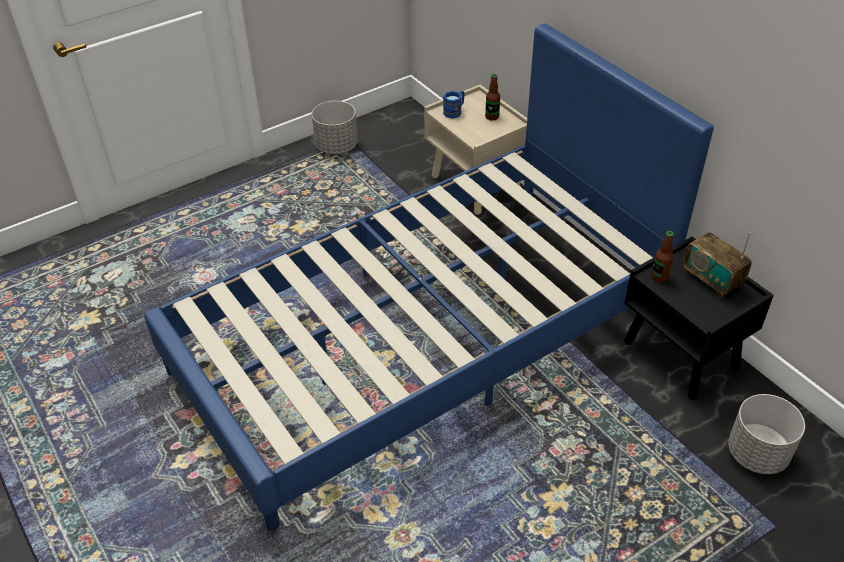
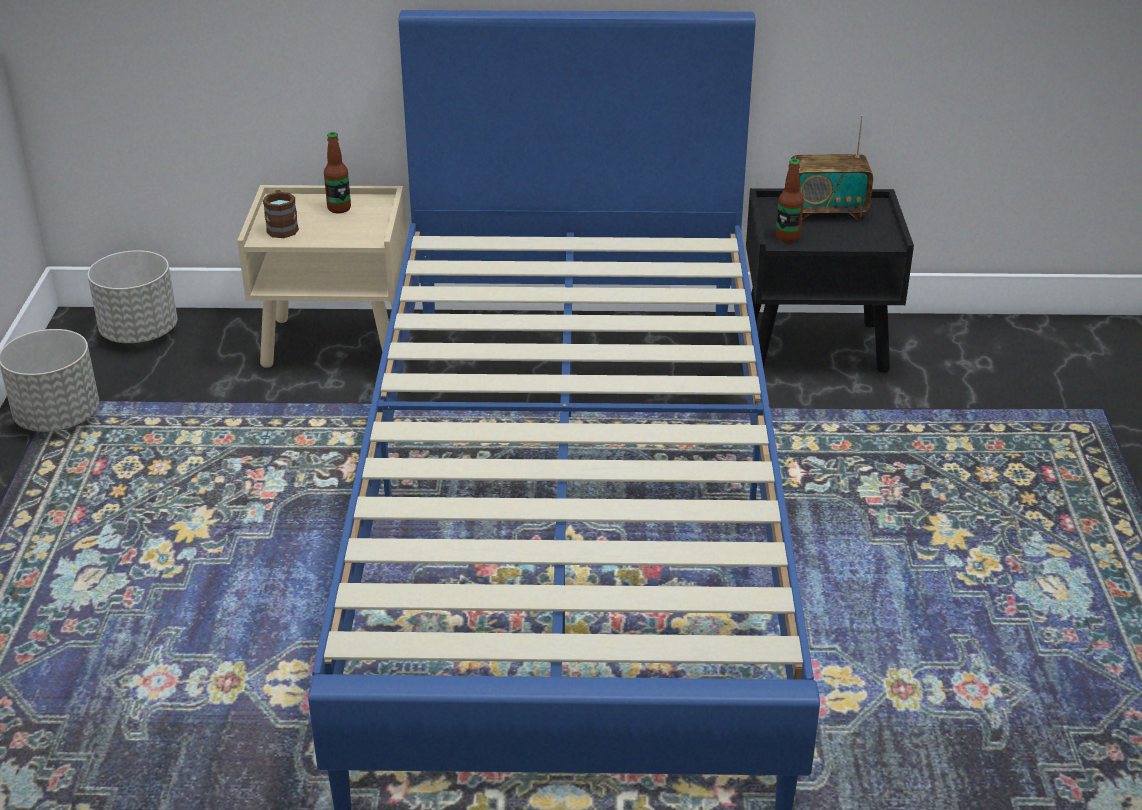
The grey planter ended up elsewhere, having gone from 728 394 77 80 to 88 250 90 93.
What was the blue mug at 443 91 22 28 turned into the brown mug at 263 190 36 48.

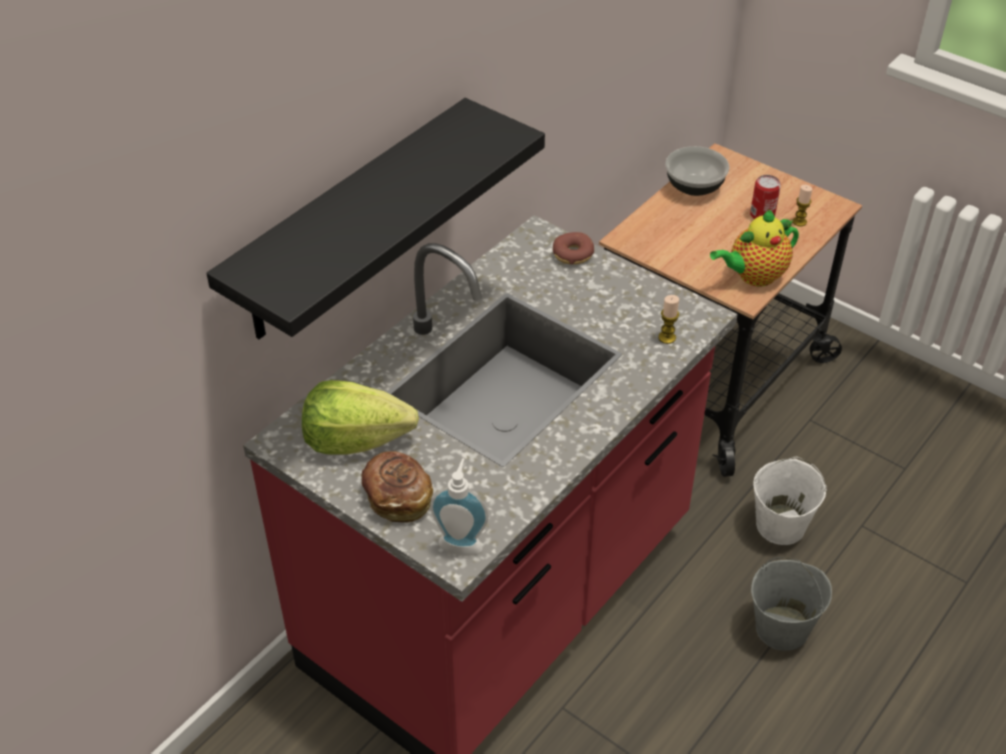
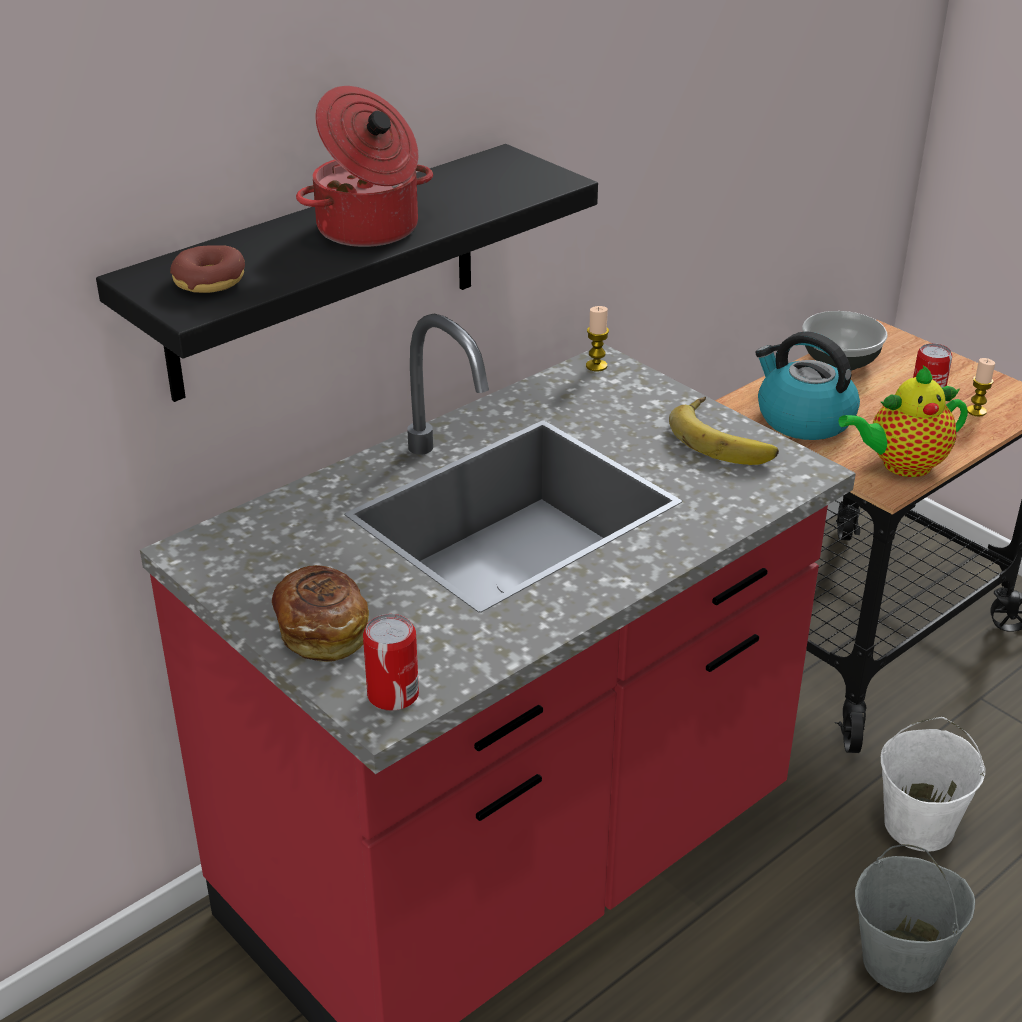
The donut ended up elsewhere, having gone from 553 232 41 33 to 170 245 75 48.
The second view gained the cooking pot at 296 86 137 161.
Where the soap dispenser stood at 430 458 58 98, the can came to stand at 363 614 56 97.
The candle ended up elsewhere, having gone from 658 295 21 49 to 586 306 23 65.
The second view gained the banana at 669 397 110 68.
The second view gained the kettle at 755 331 105 109.
The second view lost the lettuce at 302 380 117 75.

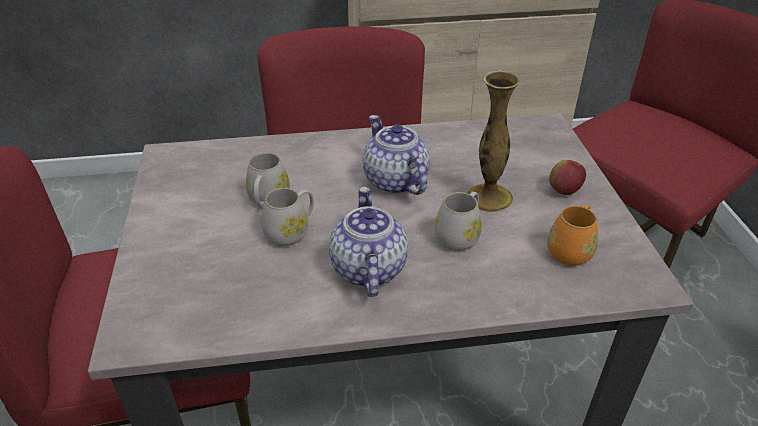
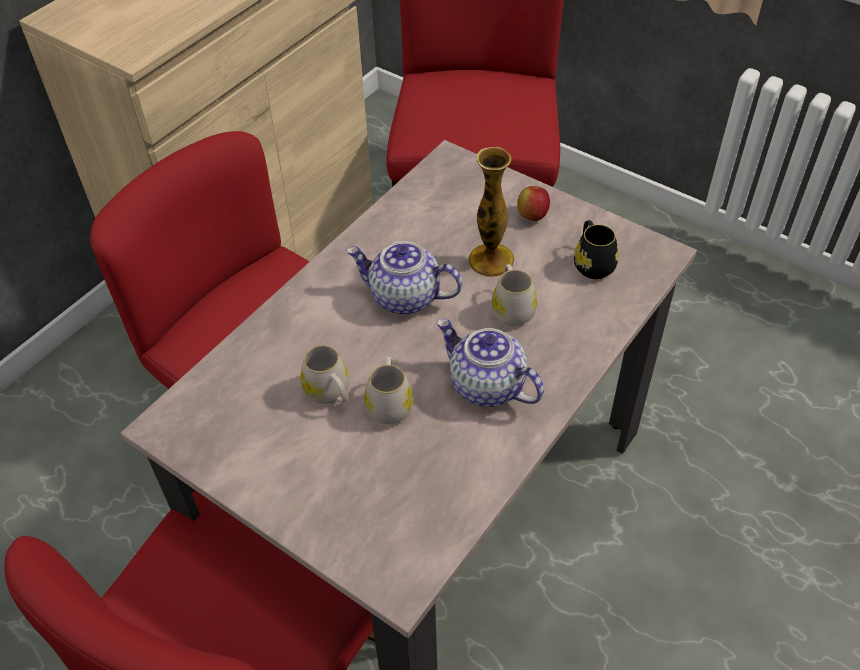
What was the orange mug at 547 204 51 62 turned into the black mug at 574 220 45 59.

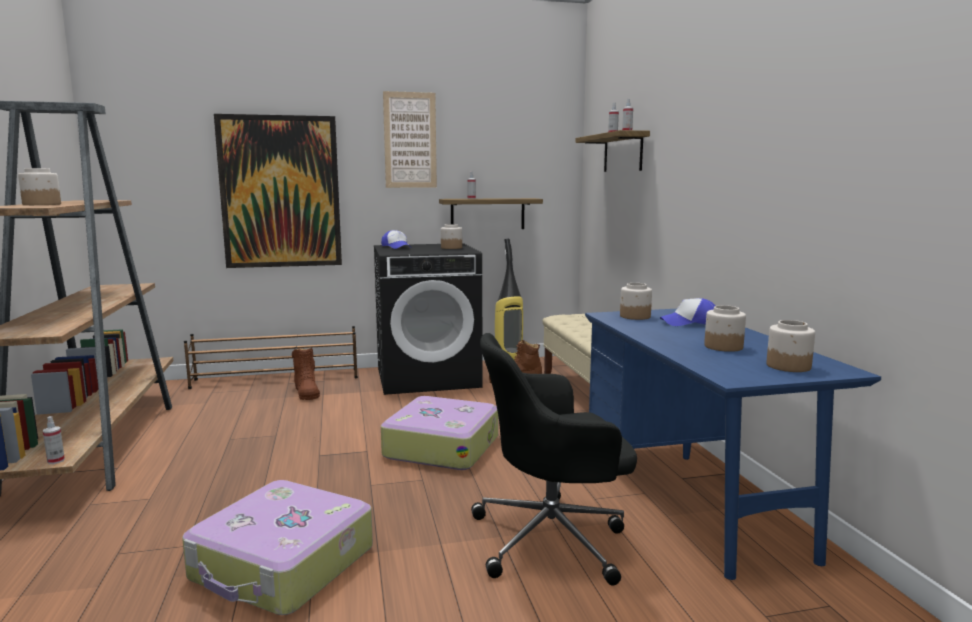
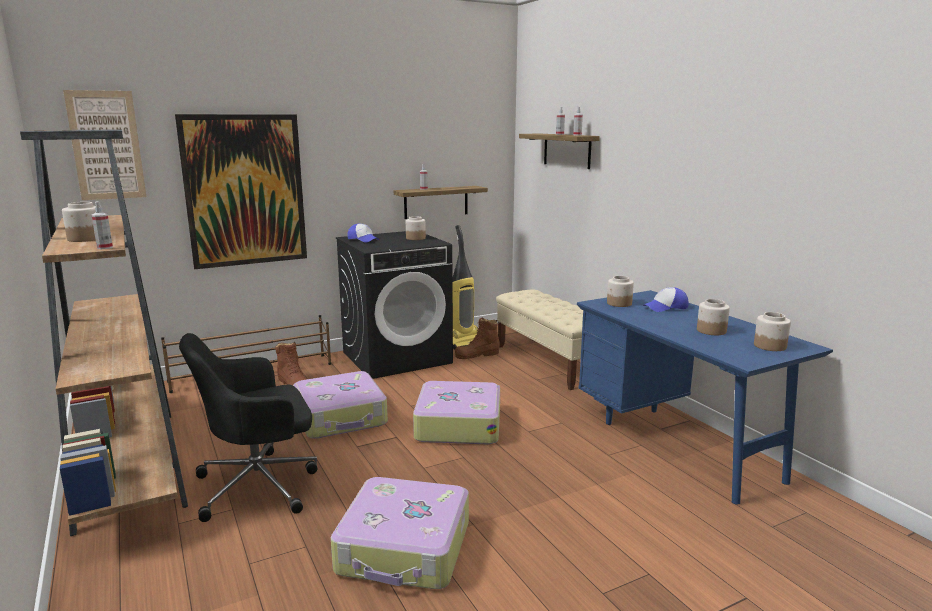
The picture ended up elsewhere, having gone from 383 91 54 97 to 63 90 83 110.
The spray bottle ended up elsewhere, having gone from 43 416 22 48 to 92 202 21 47.
The black office chair ended up elsewhere, having gone from 471 333 166 252 to 179 333 138 189.
The second view gained the suitcase at 293 371 95 68.

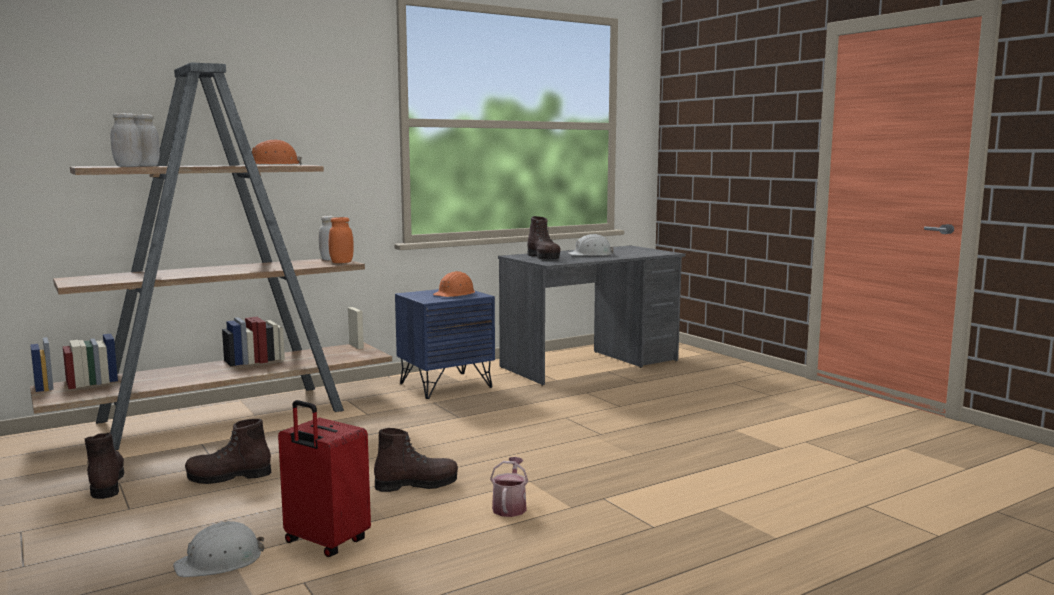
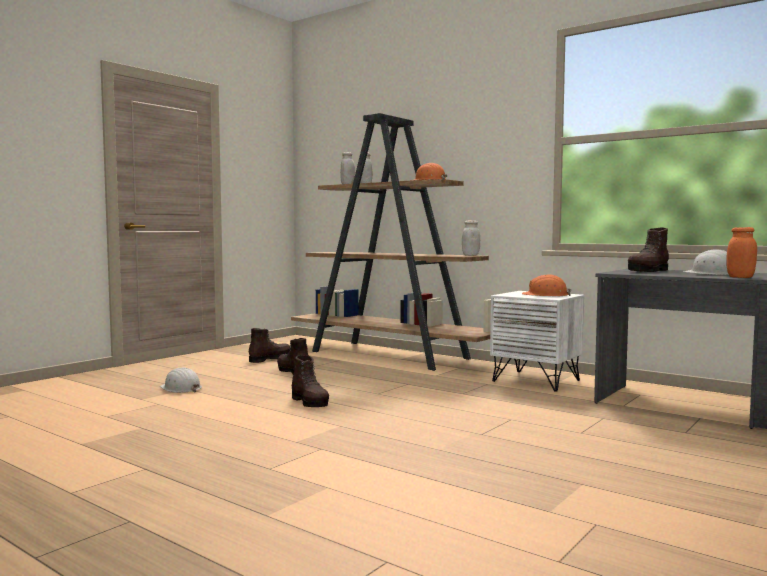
What was the blue nightstand at 395 289 100 110 turned into the white nightstand at 490 291 94 100.
The orange jar ended up elsewhere, having gone from 328 217 26 46 to 726 227 31 51.
The second view lost the red suitcase at 278 400 93 157.
The second view lost the watering can at 490 457 38 60.

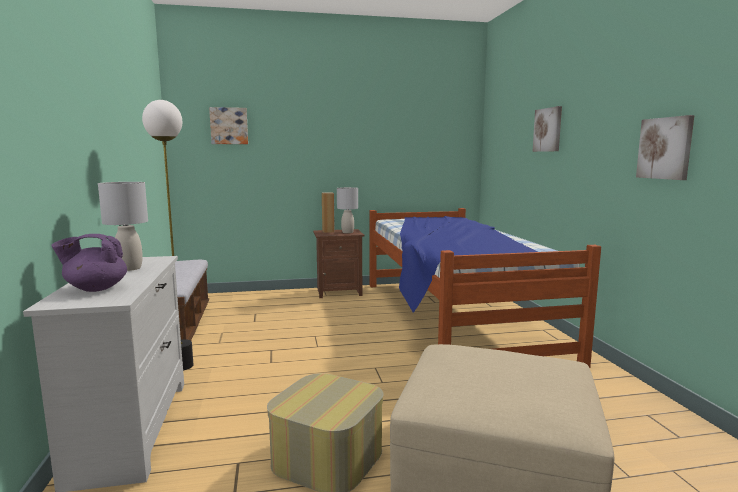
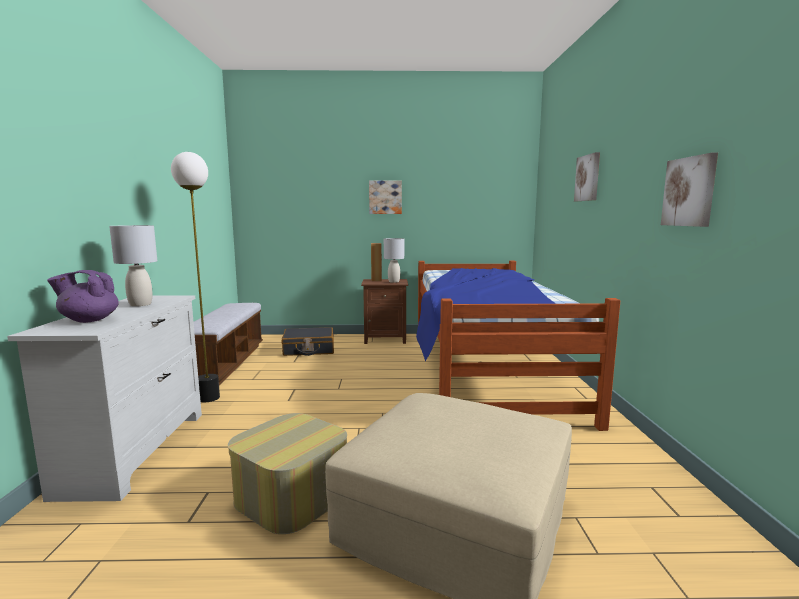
The second view gained the black suitcase at 282 327 52 29.
The picture ended up elsewhere, having gone from 209 107 39 37 to 369 181 33 33.

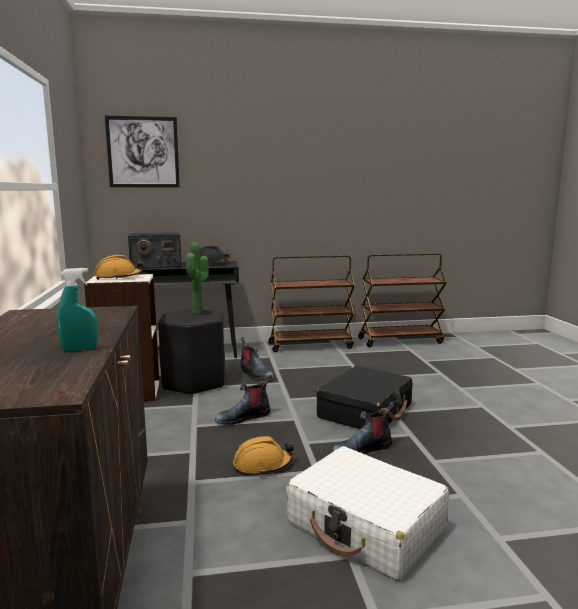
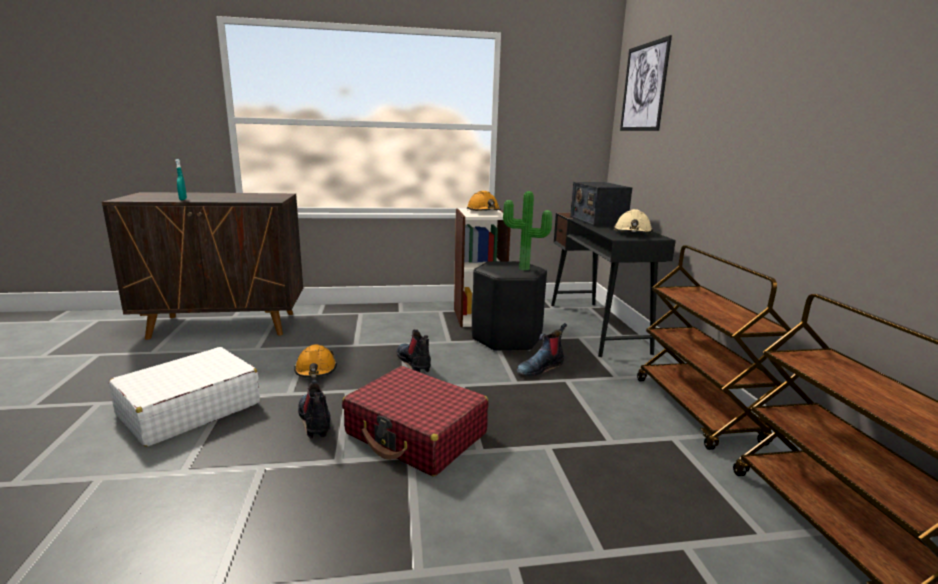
What was the black suitcase at 316 366 96 63 turned into the red suitcase at 342 366 147 110.
What was the black hard hat at 200 246 30 18 turned into the beige hard hat at 614 209 39 24.

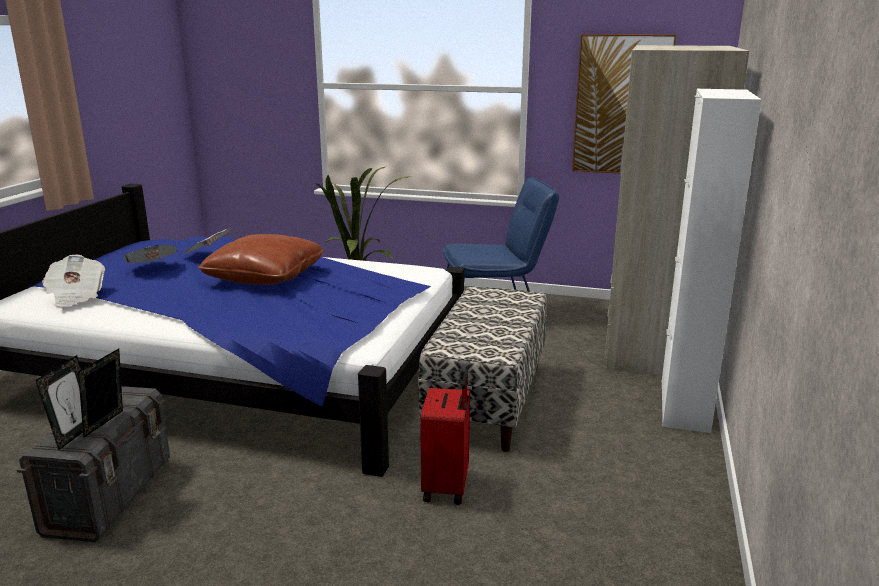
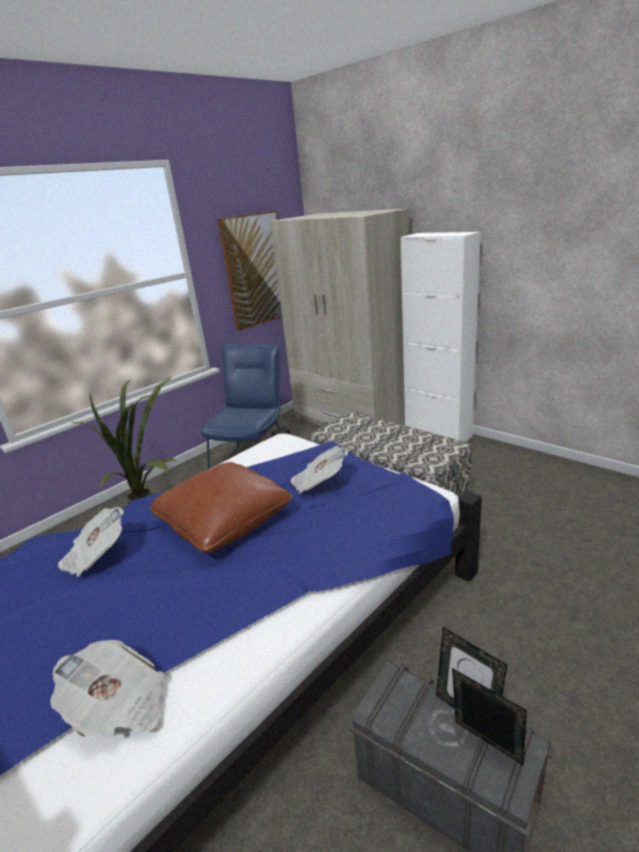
The newspaper ended up elsewhere, having gone from 123 245 55 18 to 291 446 57 48.
The second view lost the red suitcase at 420 373 50 132.

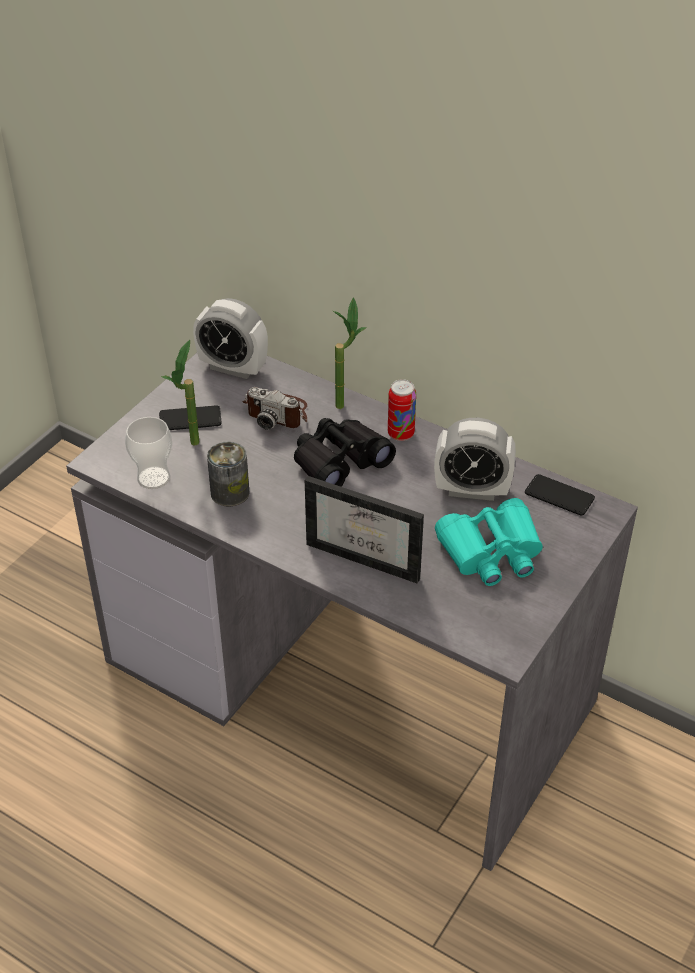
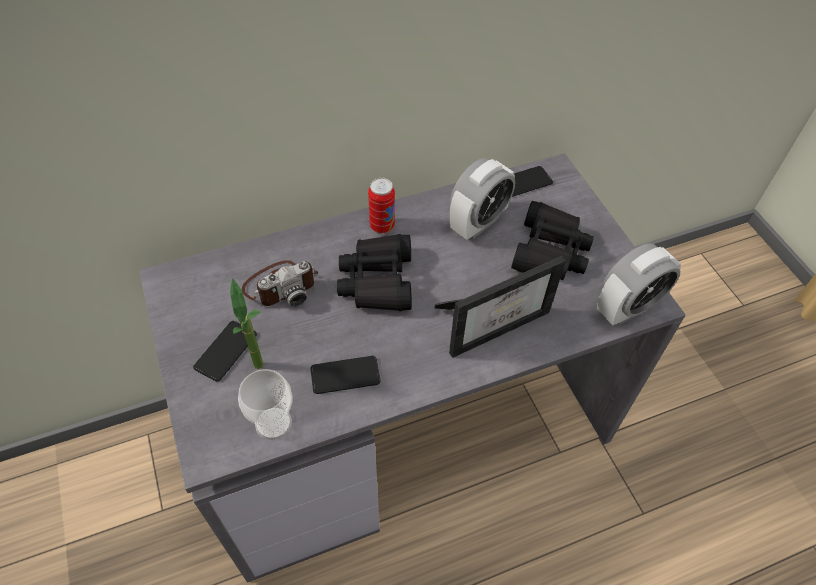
Where the can stood at 207 441 43 66, the phone came to stand at 311 356 69 38.
What was the turquoise binoculars at 435 498 108 88 turned into the black binoculars at 511 201 83 79.
The alarm clock ended up elsewhere, having gone from 193 298 75 81 to 597 243 84 83.
The second view lost the potted plant at 333 297 34 112.

